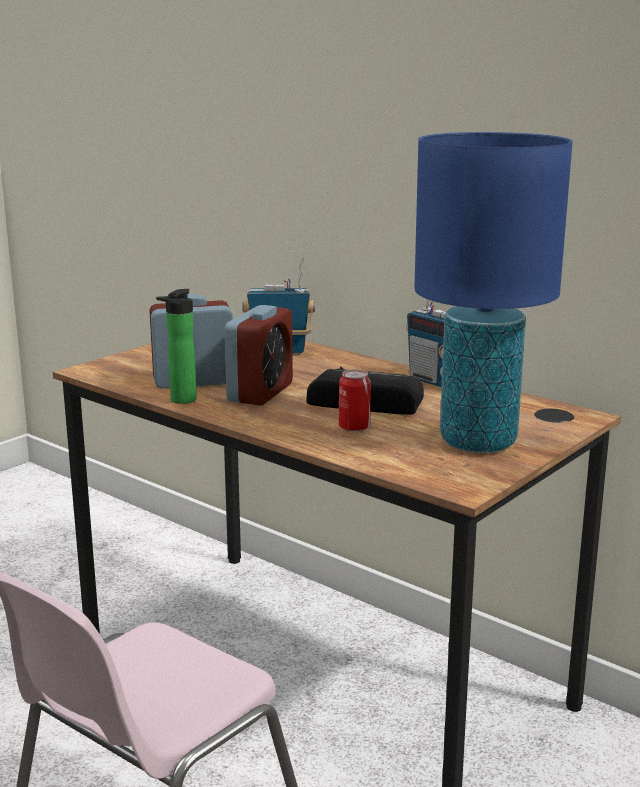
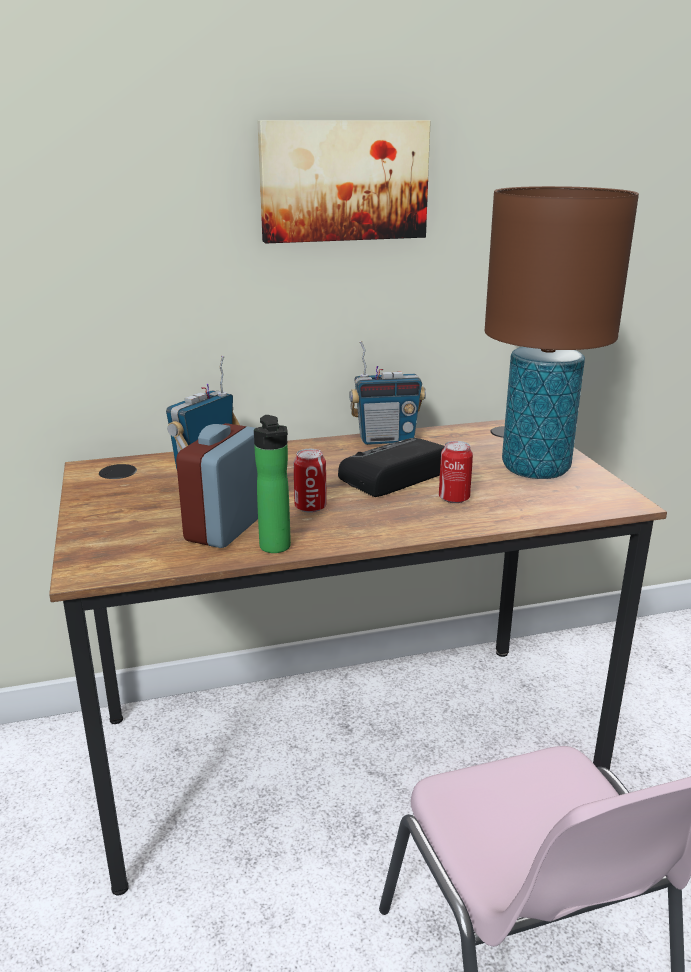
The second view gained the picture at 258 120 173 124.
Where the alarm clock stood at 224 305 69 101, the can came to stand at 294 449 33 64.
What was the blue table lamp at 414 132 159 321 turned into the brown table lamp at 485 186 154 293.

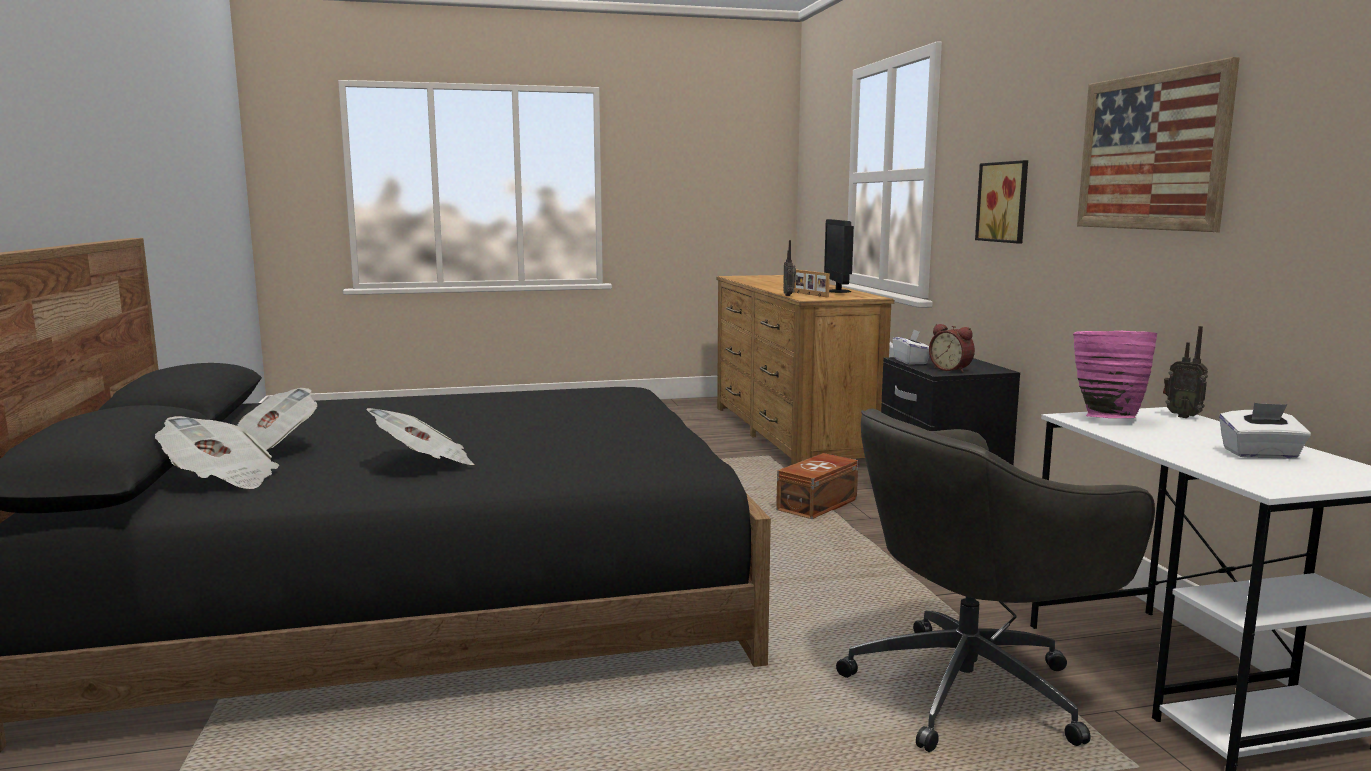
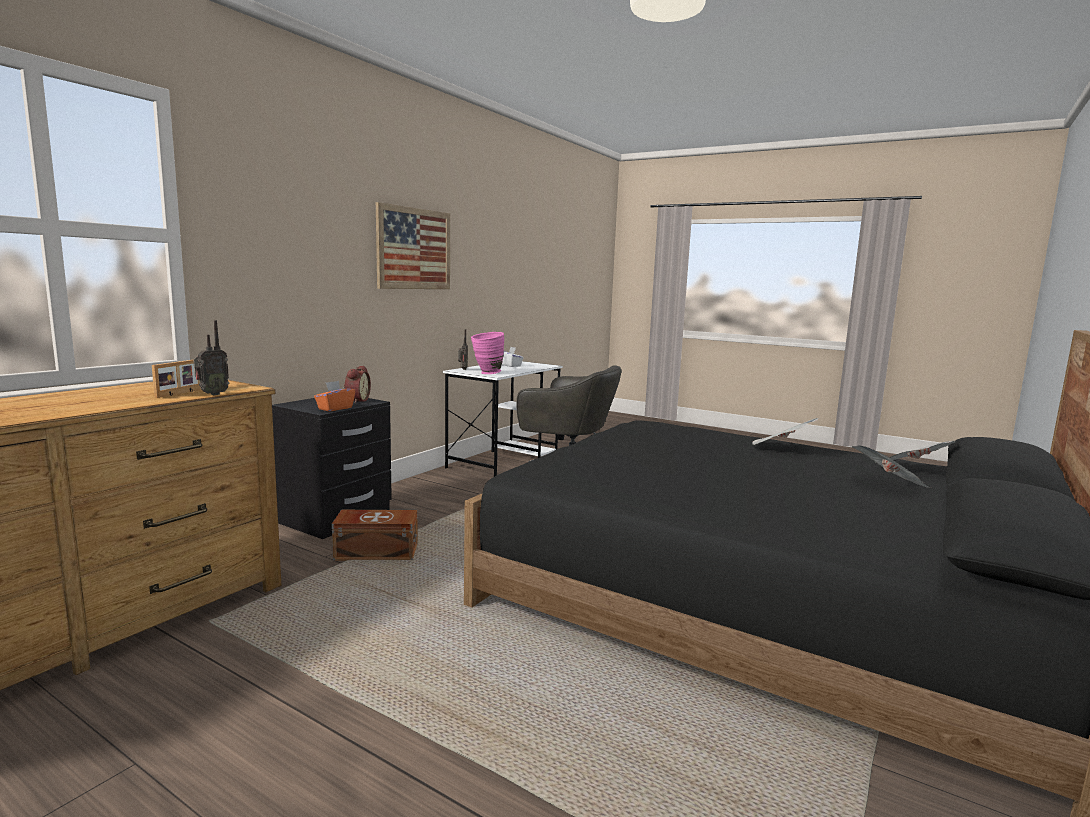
What was the white tissue box at 892 330 37 35 turned into the orange tissue box at 314 381 41 30.
The second view lost the monitor at 824 219 30 74.
The second view lost the picture at 975 160 53 83.

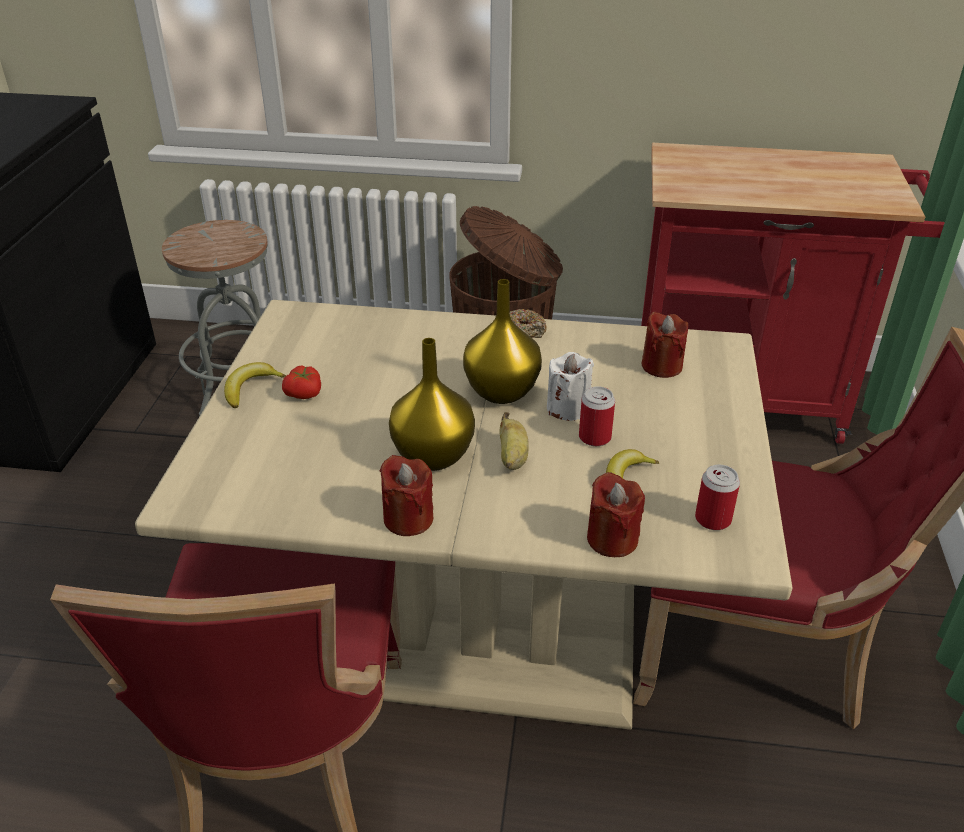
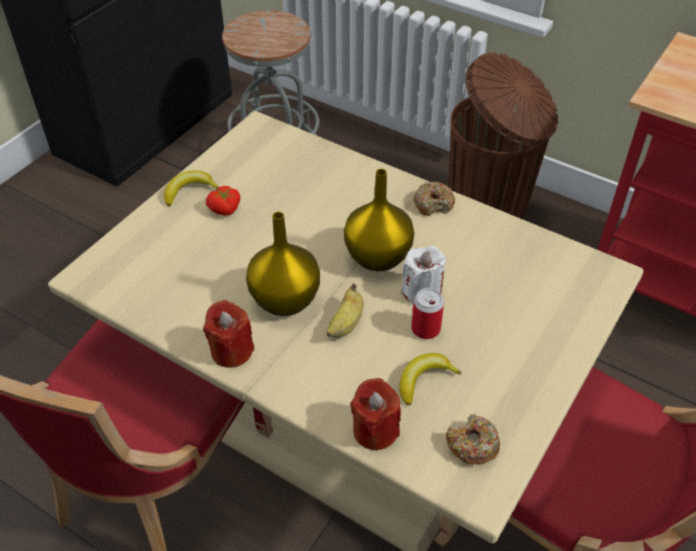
Where the can stood at 695 465 45 65, the donut came to stand at 446 414 54 51.
The second view lost the red candle at 641 312 47 66.

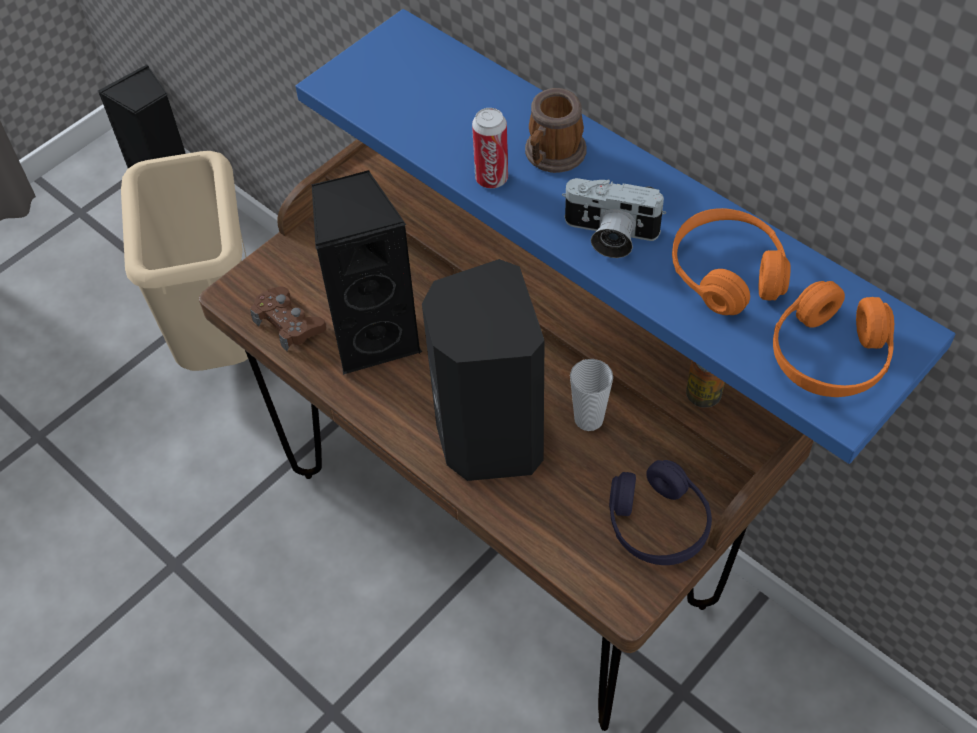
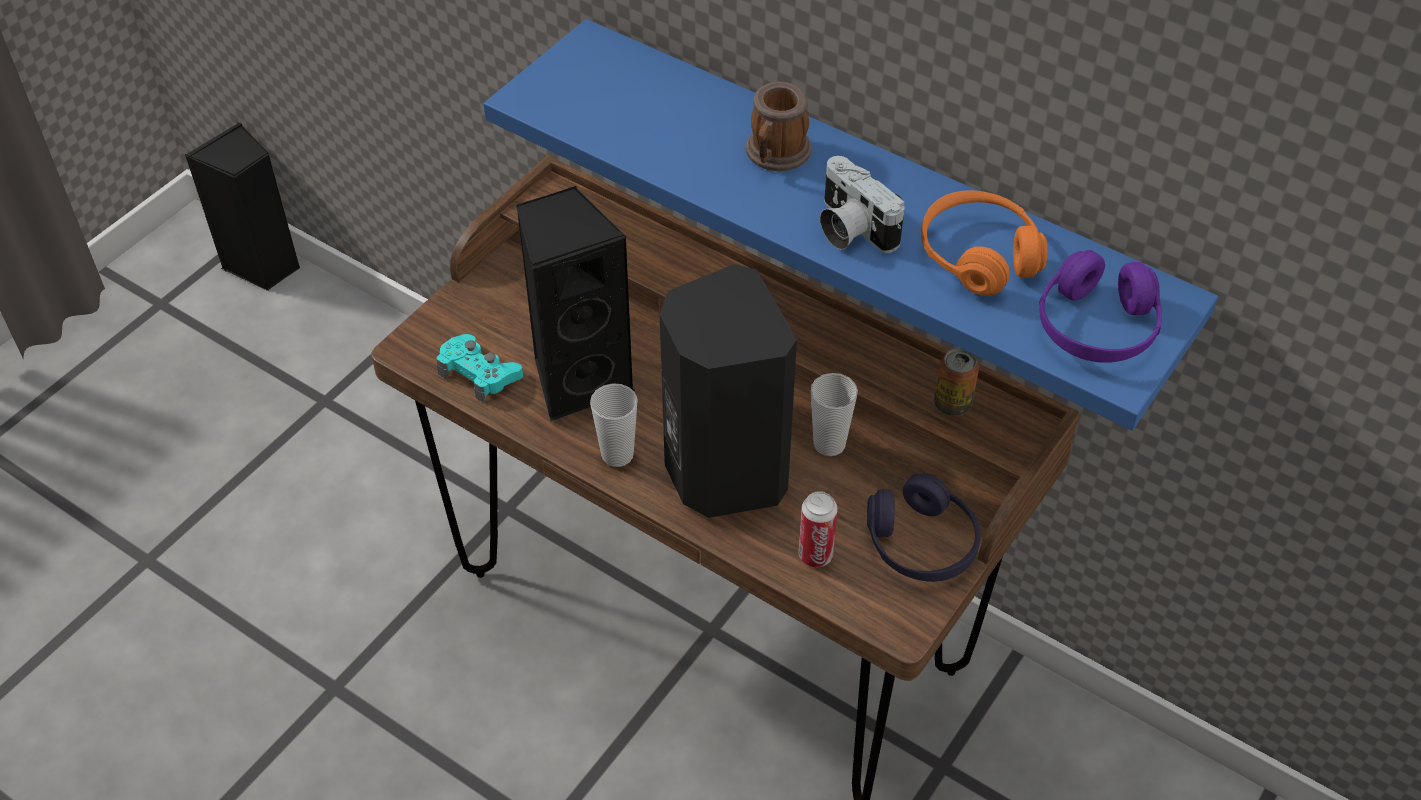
What was the brown game controller at 250 286 76 65 turned into the turquoise game controller at 436 334 87 68.
The second view gained the cup at 590 383 48 84.
The can ended up elsewhere, having gone from 472 108 36 80 to 798 491 40 76.
The photo camera at 562 178 104 80 ended up facing another way, 45 degrees clockwise from before.
What was the orange headphones at 773 281 121 116 turned into the purple headphones at 1039 250 123 113.
The second view lost the beige trash can at 121 151 127 220.

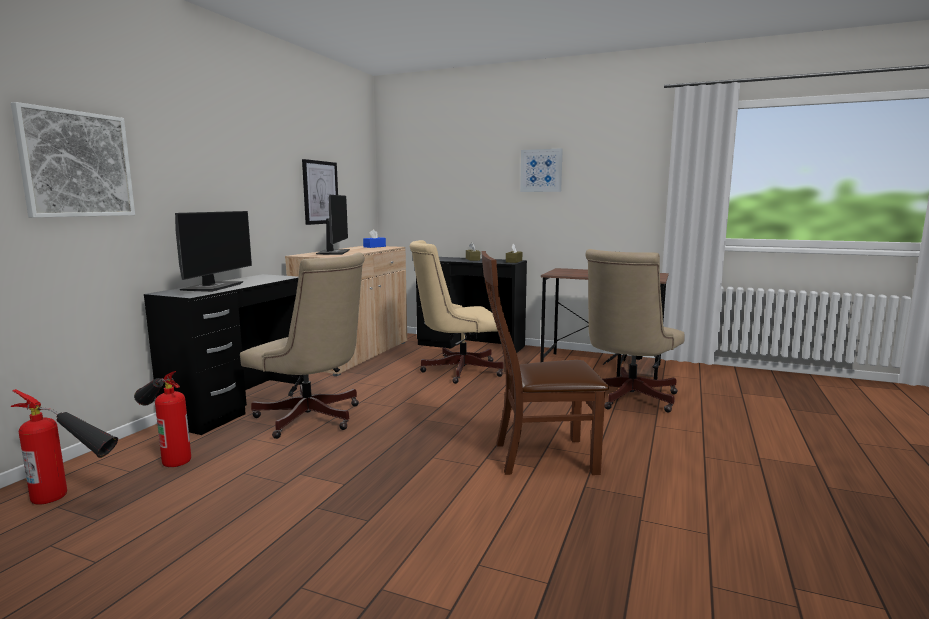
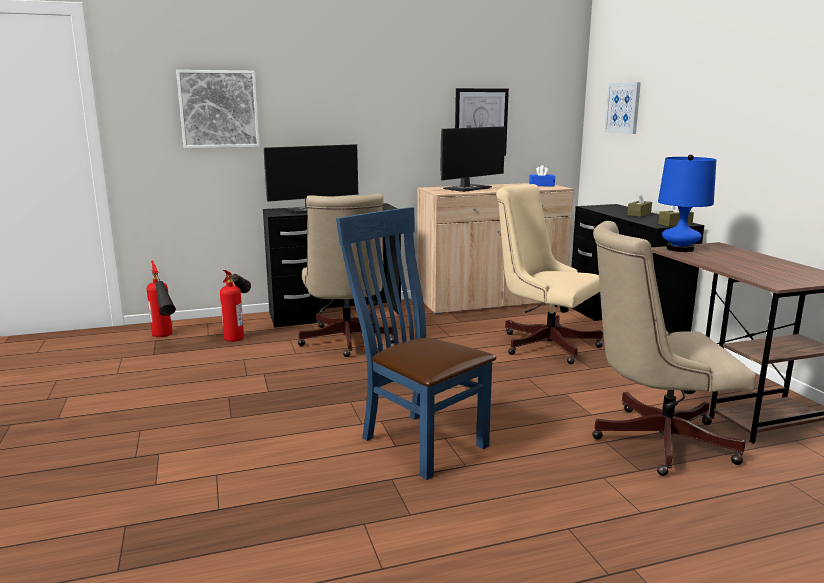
What was the brown chair at 481 251 128 224 turned into the blue chair at 336 207 160 273.
The picture ended up elsewhere, having gone from 520 148 43 44 to 604 82 37 52.
The second view gained the blue table lamp at 658 155 58 97.

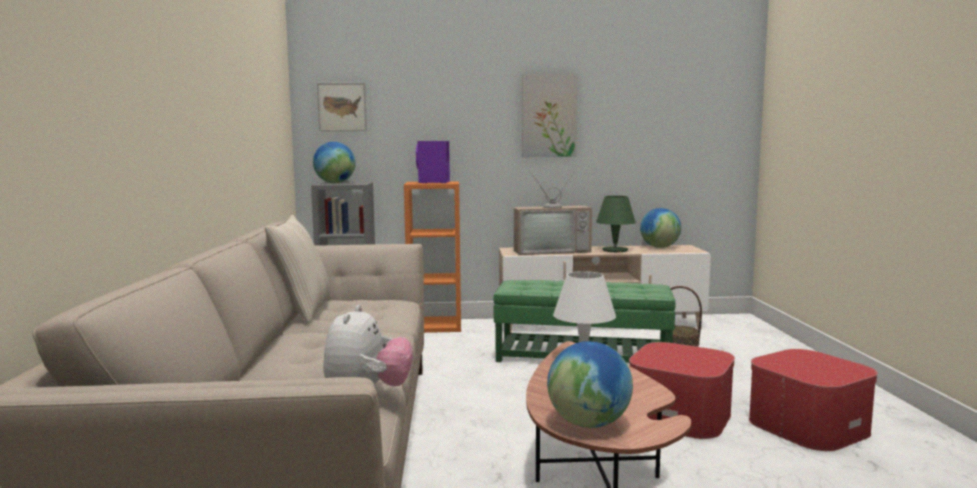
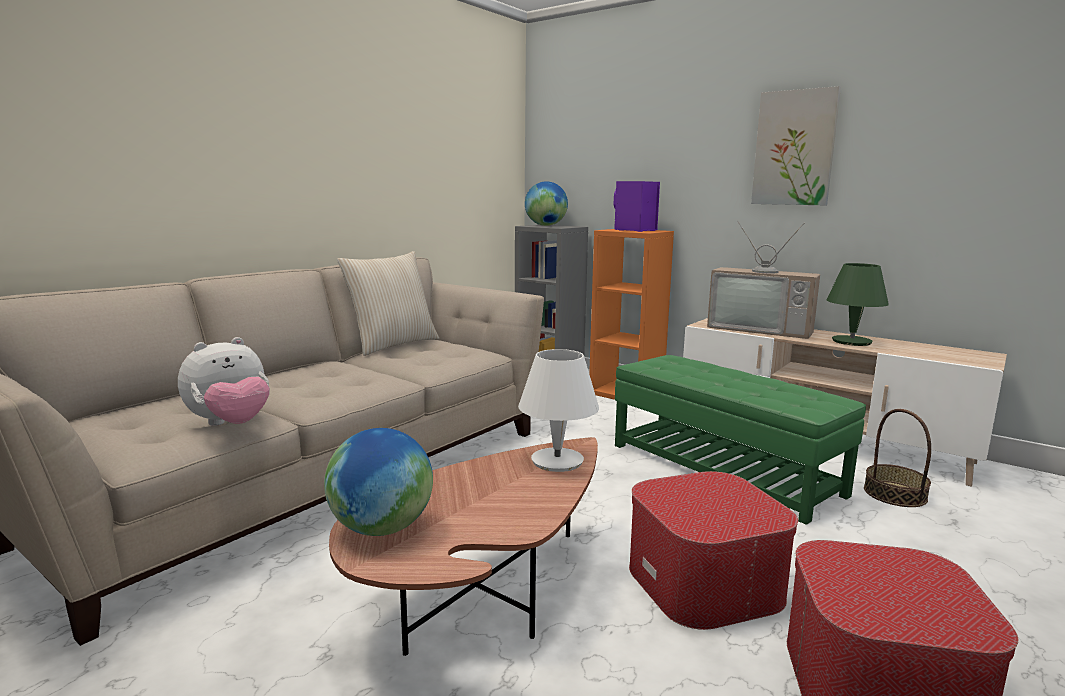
The second view lost the picture at 317 83 50 48.
The second view lost the globe at 640 208 41 40.

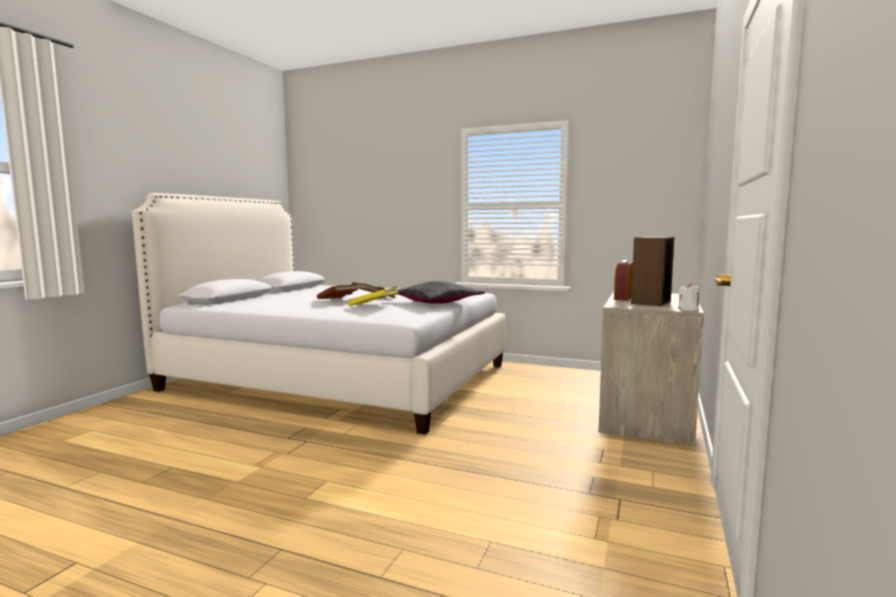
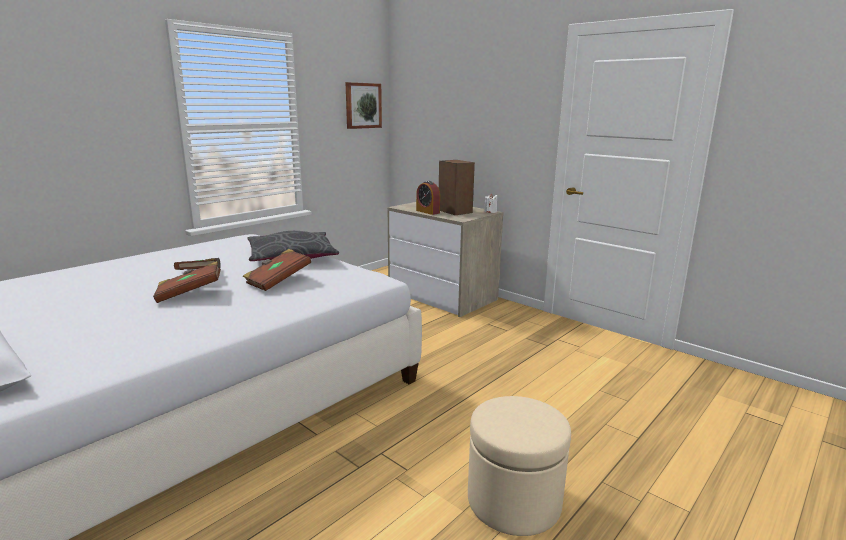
What was the yellow book at 348 286 50 20 turned into the brown book at 243 249 68 42.
The second view gained the picture at 345 82 37 47.
The second view gained the beige ottoman at 468 396 103 140.

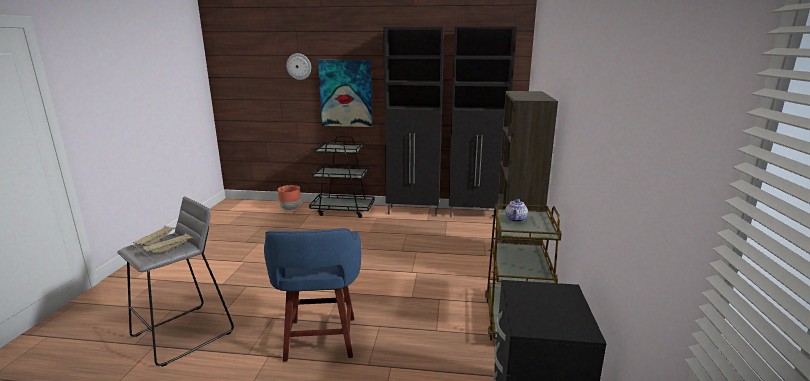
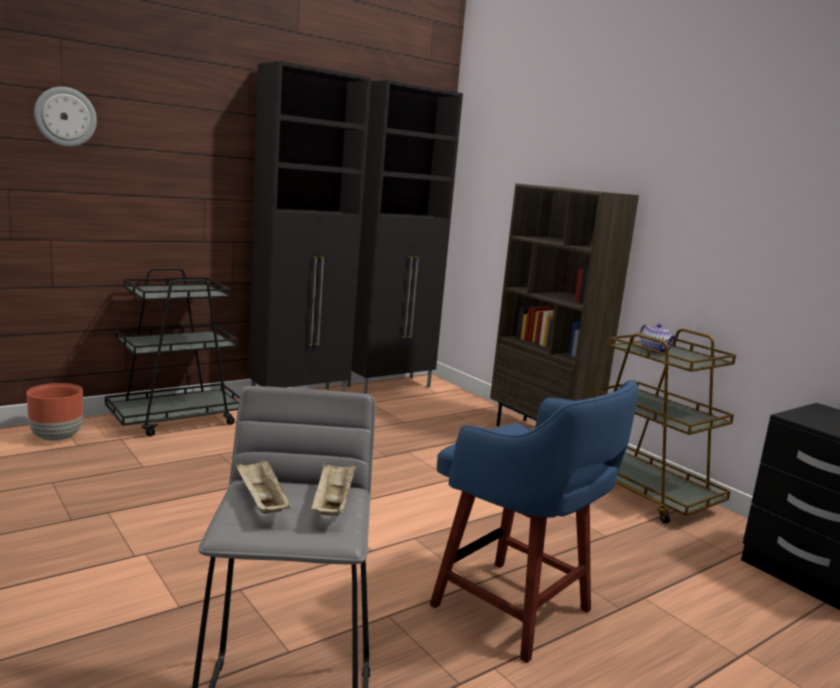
The second view lost the picture at 318 60 54 67.

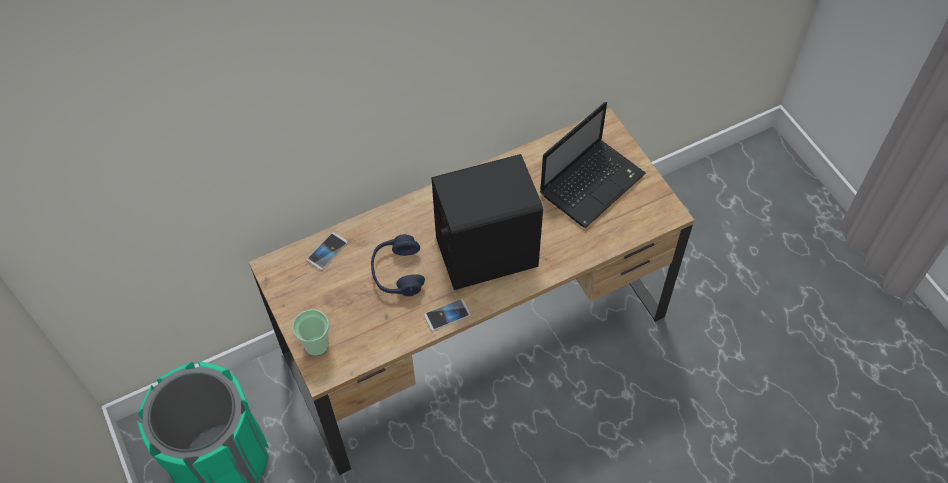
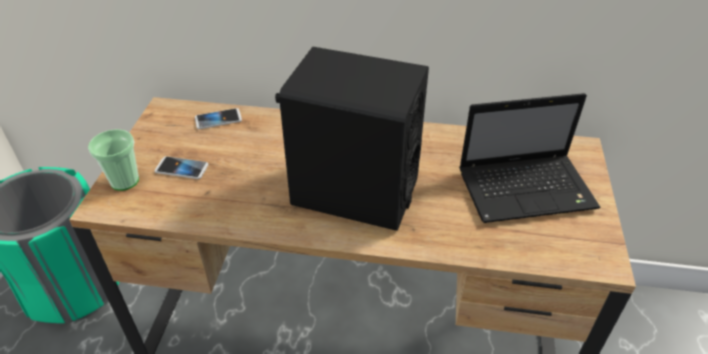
The phone ended up elsewhere, having gone from 424 299 46 32 to 155 156 54 23.
The second view lost the blue headphones at 371 234 54 62.

